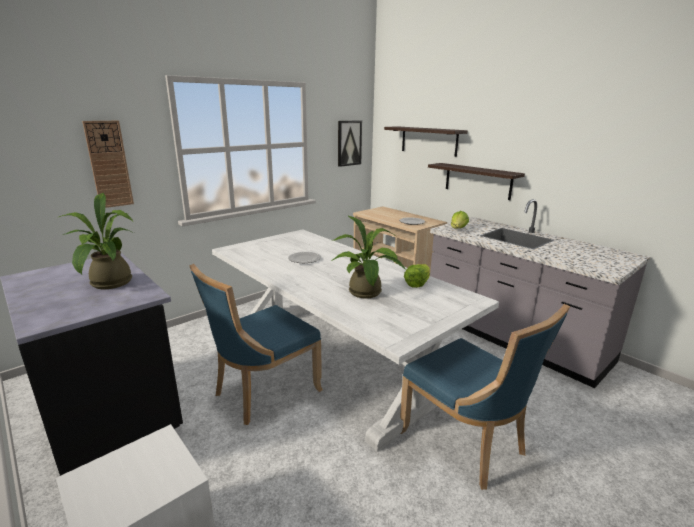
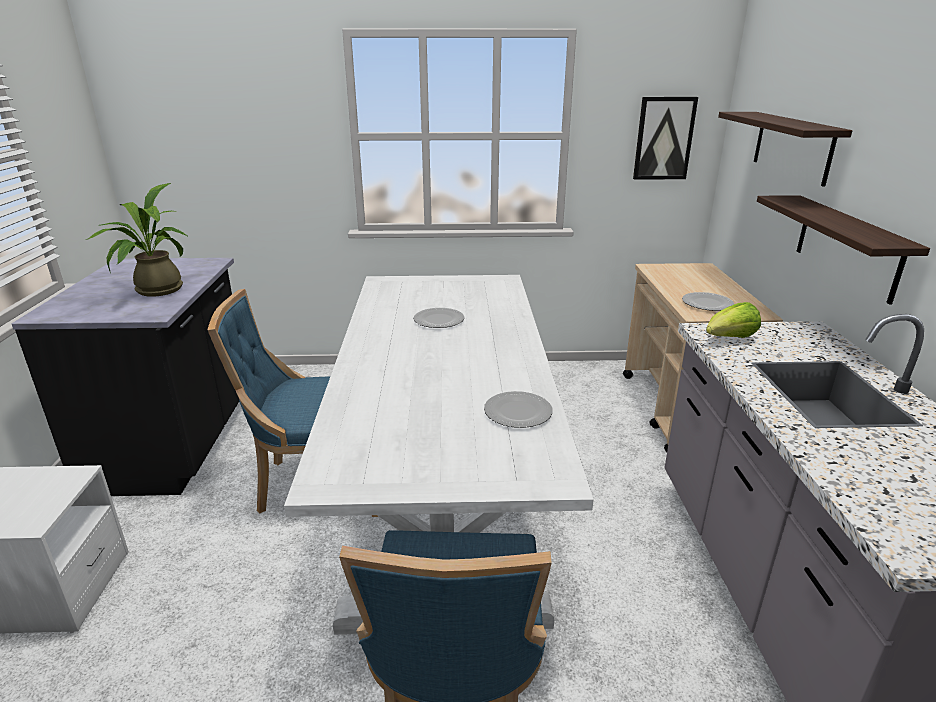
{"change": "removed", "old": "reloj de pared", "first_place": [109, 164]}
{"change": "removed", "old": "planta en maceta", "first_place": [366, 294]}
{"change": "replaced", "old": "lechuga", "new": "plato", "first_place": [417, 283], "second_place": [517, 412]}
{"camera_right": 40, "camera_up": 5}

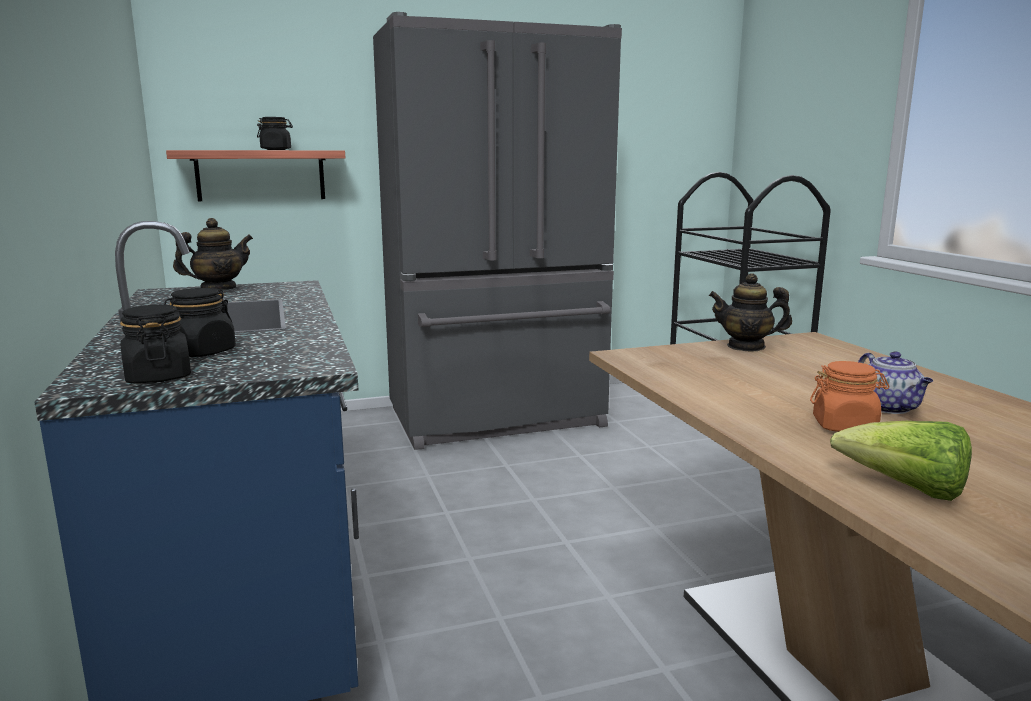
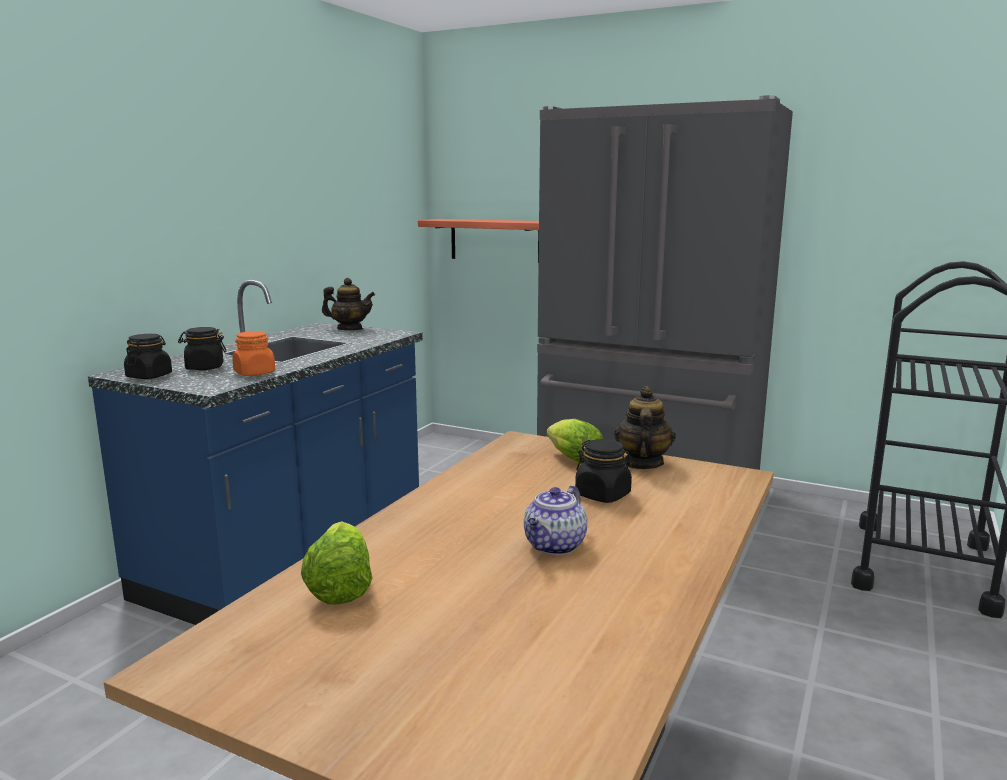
{"change": "moved", "old": "tarro/negro", "first_place": [276, 149], "second_place": [603, 495]}
{"change": "turned", "old": "tetera", "first_place": [746, 346], "second_place": [642, 463], "degrees": 45}
{"change": "moved", "old": "tarro/naranja", "first_place": [844, 426], "second_place": [255, 373]}
{"change": "added", "new": "lechuga", "second_place": [571, 459]}
{"camera_right": 45, "camera_up": 0}

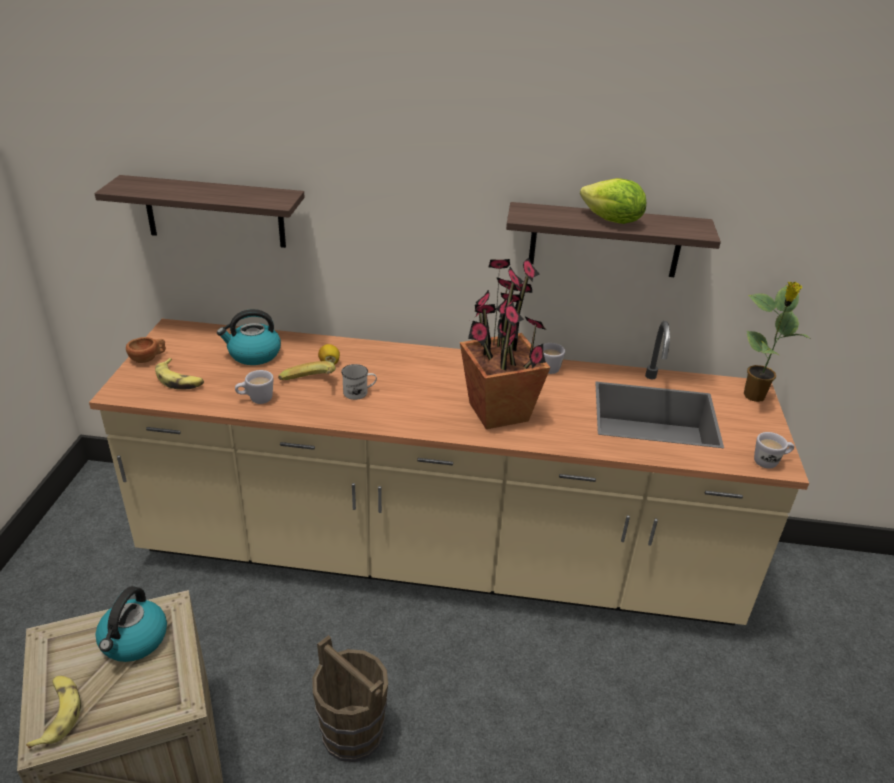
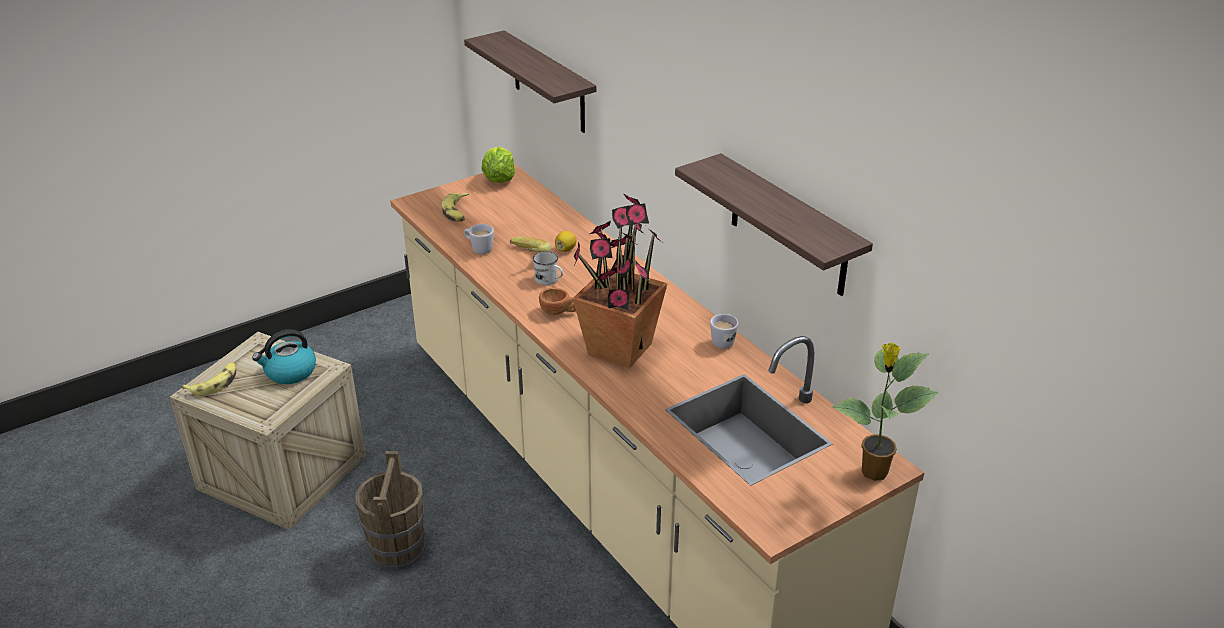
{"change": "moved", "old": "taza/marrón", "first_place": [148, 358], "second_place": [559, 312]}
{"change": "removed", "old": "hervidor", "first_place": [253, 354]}
{"change": "moved", "old": "lechuga", "first_place": [612, 221], "second_place": [499, 178]}
{"change": "removed", "old": "taza grande/blanco", "first_place": [770, 462]}
{"camera_right": 50, "camera_up": 0}

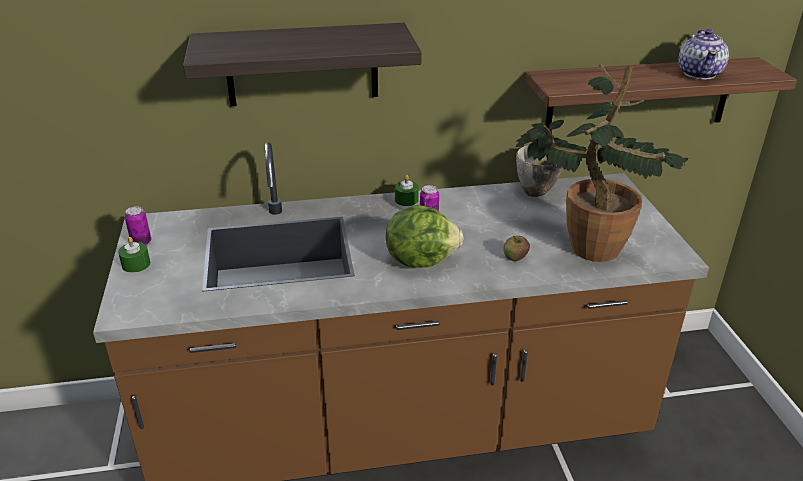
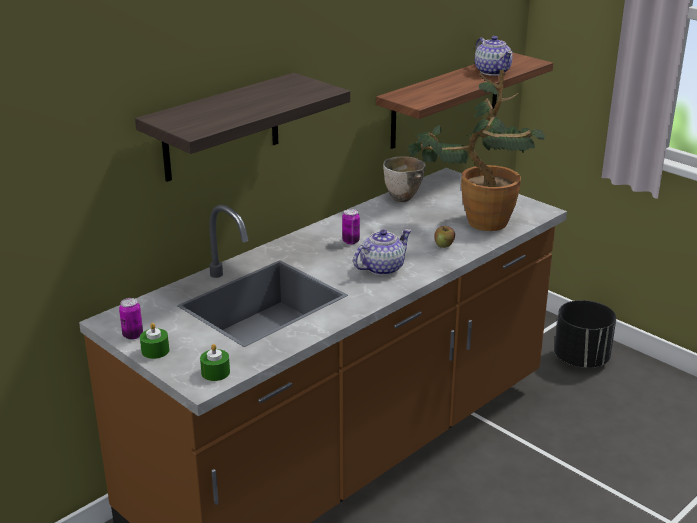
{"change": "replaced", "old": "lechuga", "new": "tetera", "first_place": [421, 260], "second_place": [381, 268]}
{"change": "moved", "old": "vela/verde", "first_place": [406, 200], "second_place": [215, 372]}
{"change": "added", "new": "maceta/negro", "second_place": [581, 359]}
{"camera_right": -35, "camera_up": -5}

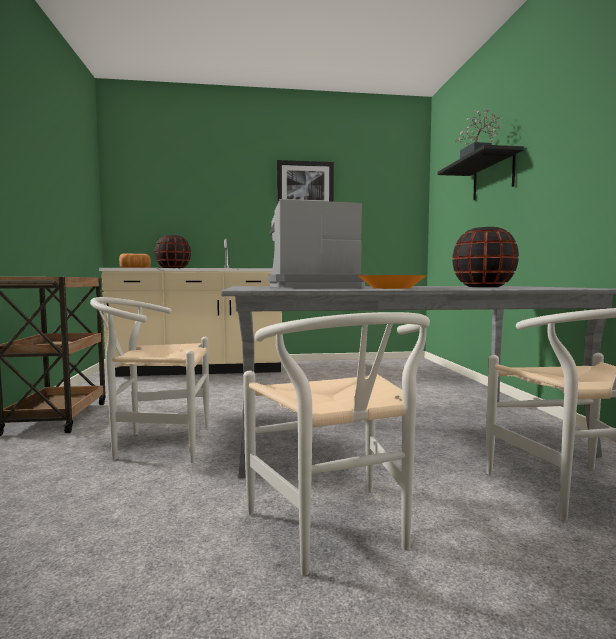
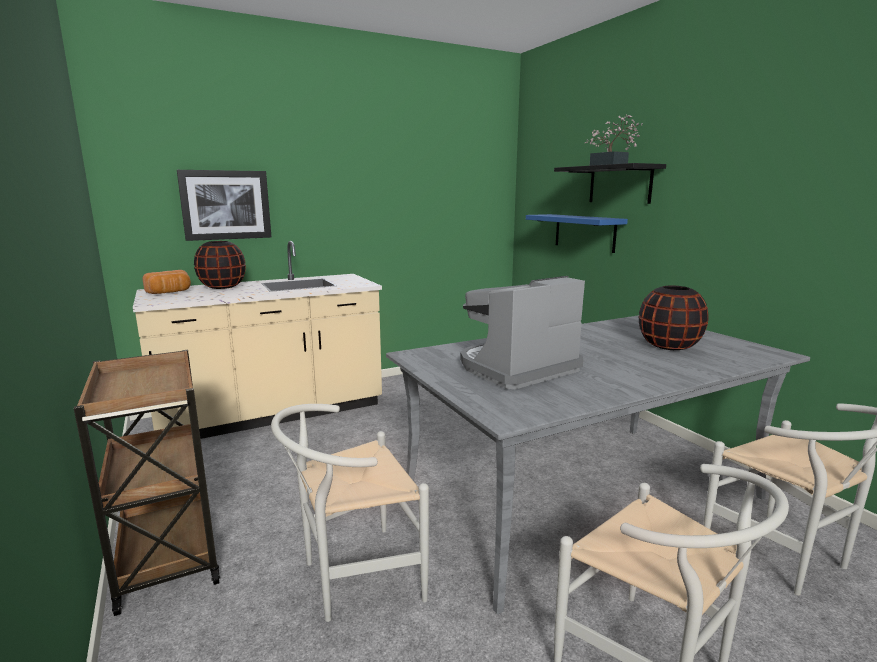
{"change": "moved", "old": "cuadro", "first_place": [305, 185], "second_place": [226, 205]}
{"change": "removed", "old": "cuenco/naranja", "first_place": [391, 288]}
{"change": "added", "new": "estante/azul", "second_place": [584, 232]}
{"camera_right": -20, "camera_up": 10}

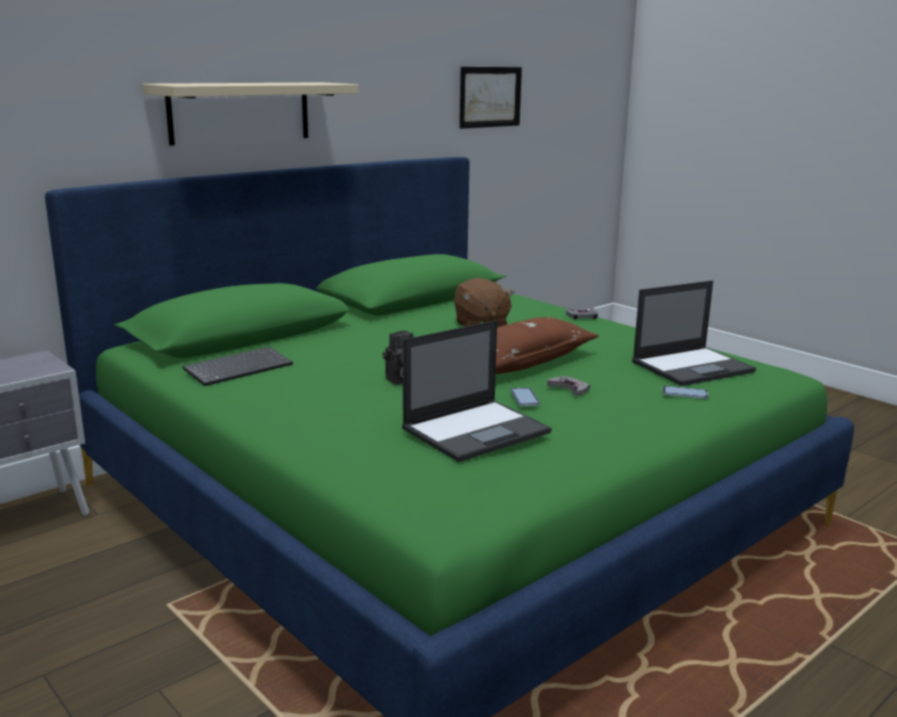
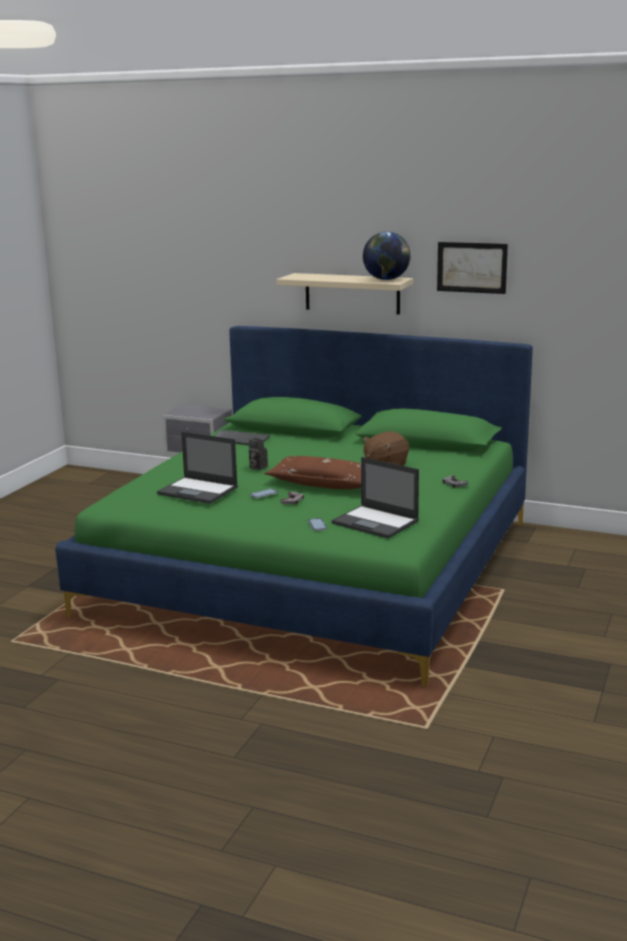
{"change": "moved", "old": "cuadro", "first_place": [490, 97], "second_place": [472, 267]}
{"change": "added", "new": "globo terráqueo", "second_place": [386, 279]}
{"camera_right": 65, "camera_up": 0}

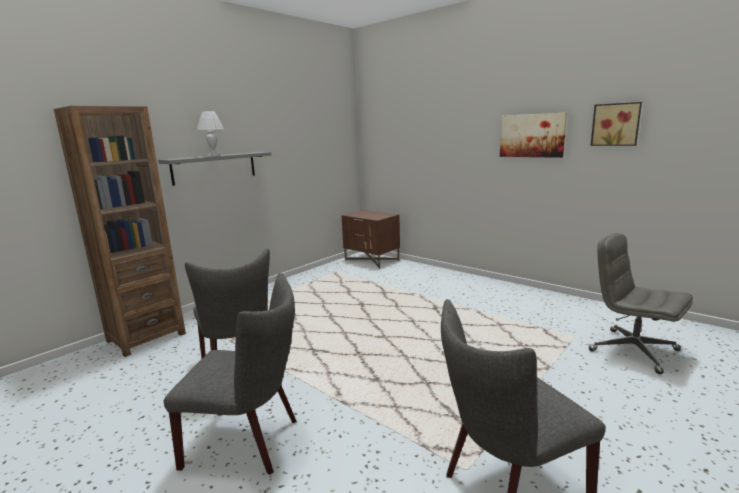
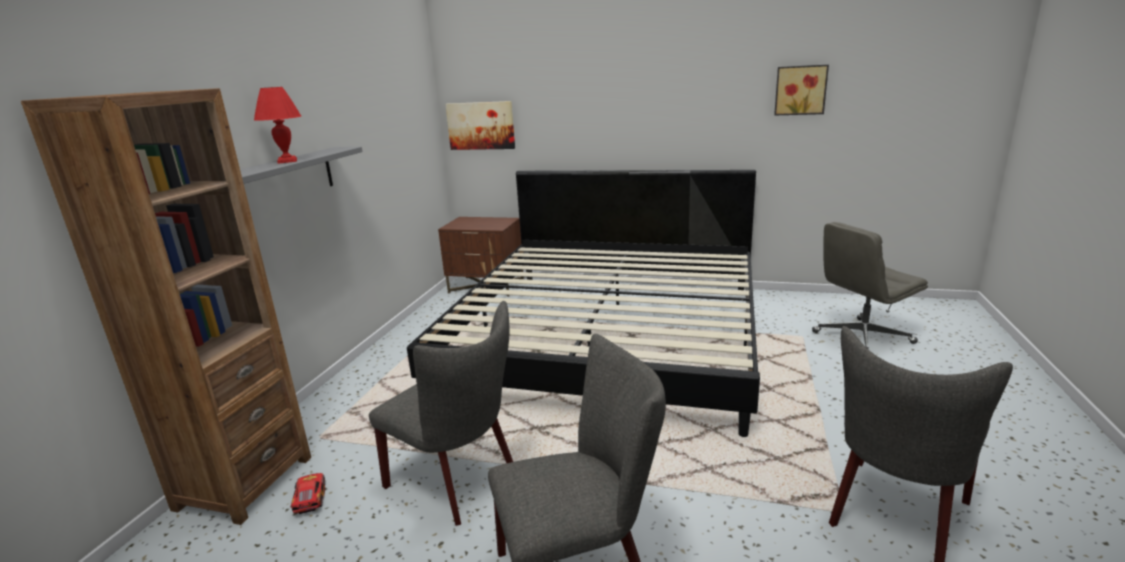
{"change": "recoloured", "old": "lámpara de mesa/blanco", "new": "lámpara de mesa/rojo", "first_place": [214, 155], "second_place": [288, 161]}
{"change": "moved", "old": "cuadro", "first_place": [532, 135], "second_place": [481, 125]}
{"change": "turned", "old": "silla de oficina/gris", "first_place": [632, 350], "second_place": [862, 338], "degrees": -45}
{"change": "added", "new": "coche de juguete", "second_place": [309, 498]}
{"change": "added", "new": "cama", "second_place": [608, 337]}
{"camera_right": -25, "camera_up": 5}

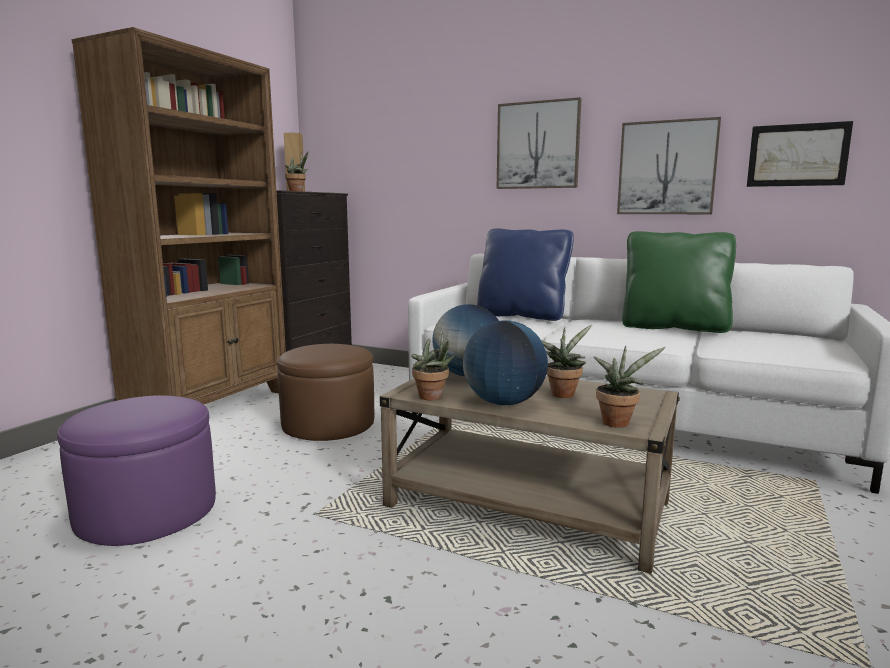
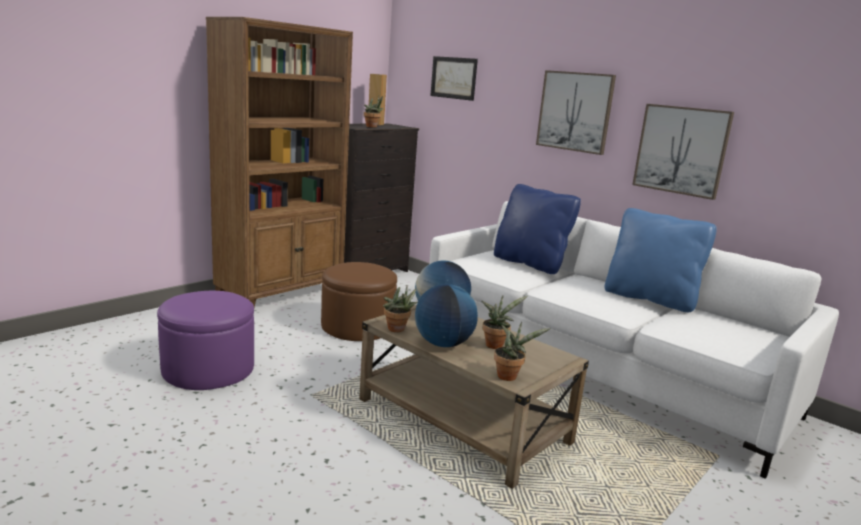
{"change": "recoloured", "old": "cojín/verde", "new": "cojín/azul", "first_place": [673, 327], "second_place": [650, 299]}
{"change": "moved", "old": "cuadro", "first_place": [797, 155], "second_place": [453, 78]}
{"camera_right": 15, "camera_up": 5}

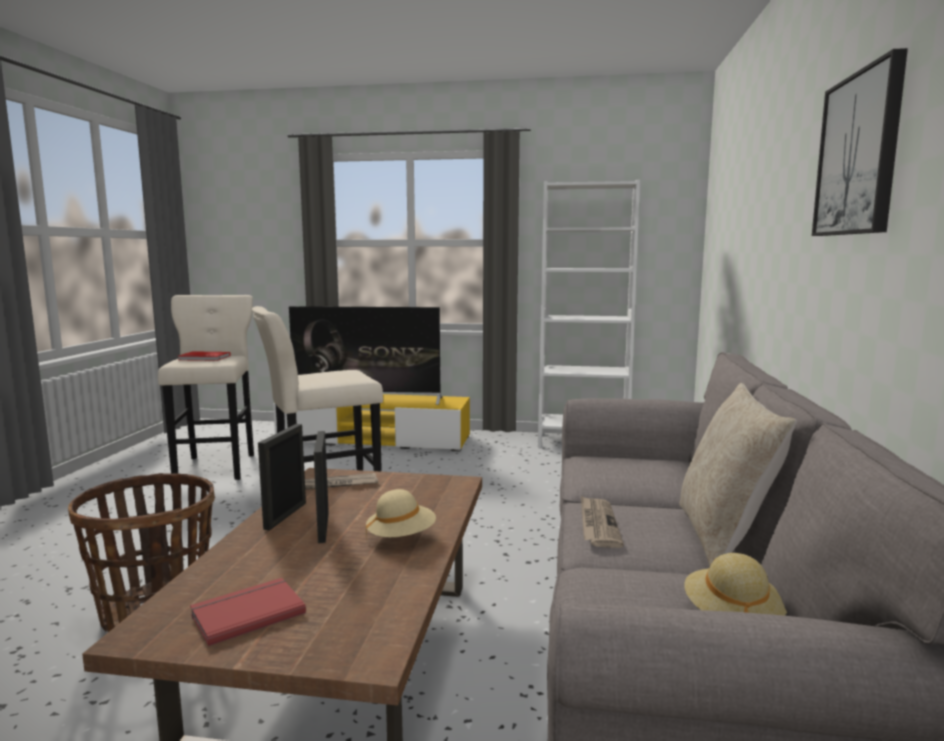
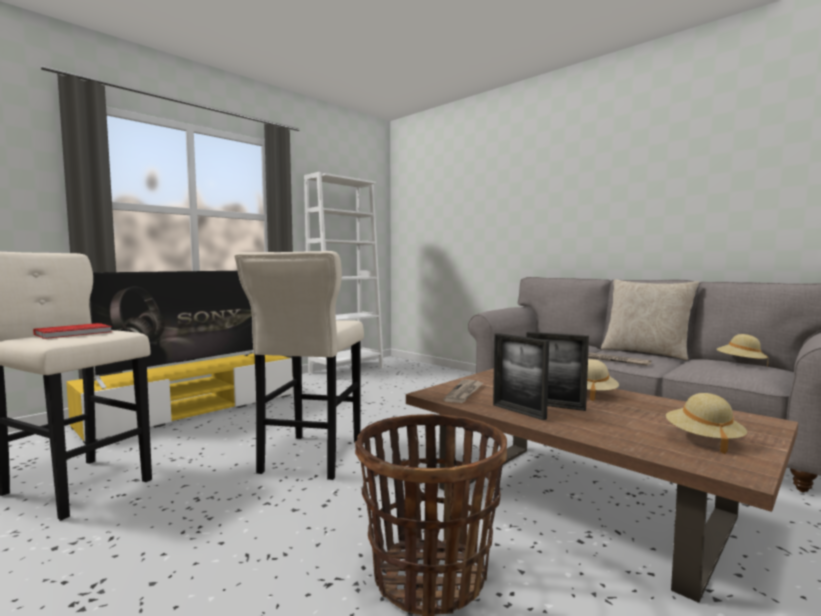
{"change": "replaced", "old": "libro/rojo", "new": "sombrero/beis", "first_place": [246, 613], "second_place": [703, 440]}
{"change": "removed", "old": "cuadro", "first_place": [859, 155]}
{"camera_right": -55, "camera_up": -5}

